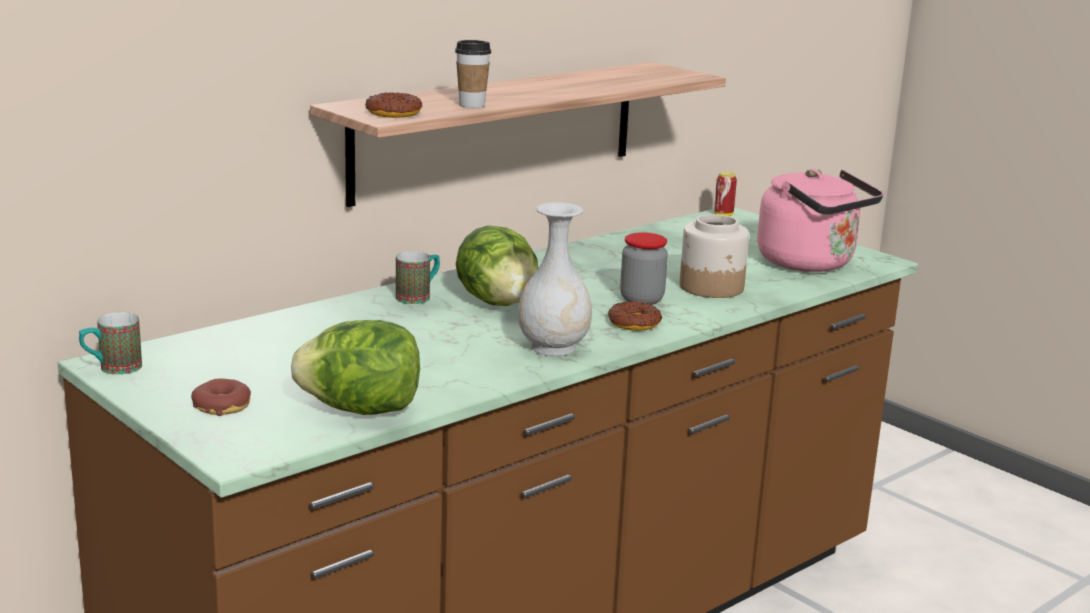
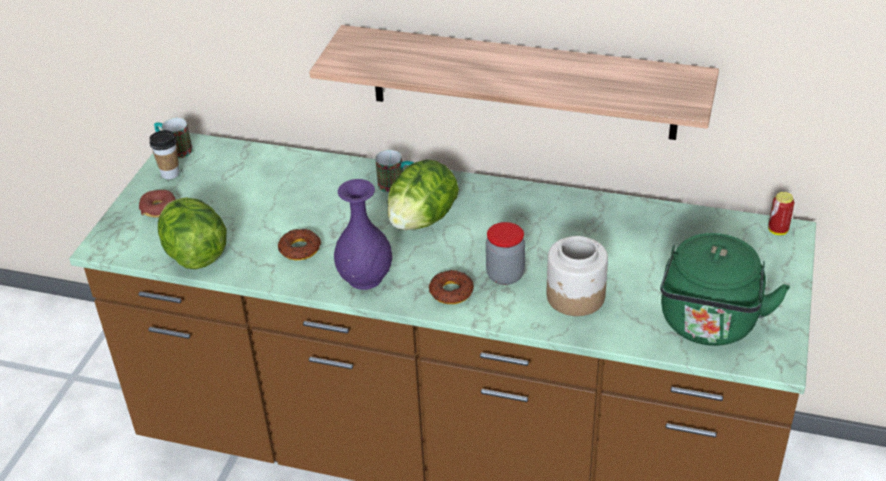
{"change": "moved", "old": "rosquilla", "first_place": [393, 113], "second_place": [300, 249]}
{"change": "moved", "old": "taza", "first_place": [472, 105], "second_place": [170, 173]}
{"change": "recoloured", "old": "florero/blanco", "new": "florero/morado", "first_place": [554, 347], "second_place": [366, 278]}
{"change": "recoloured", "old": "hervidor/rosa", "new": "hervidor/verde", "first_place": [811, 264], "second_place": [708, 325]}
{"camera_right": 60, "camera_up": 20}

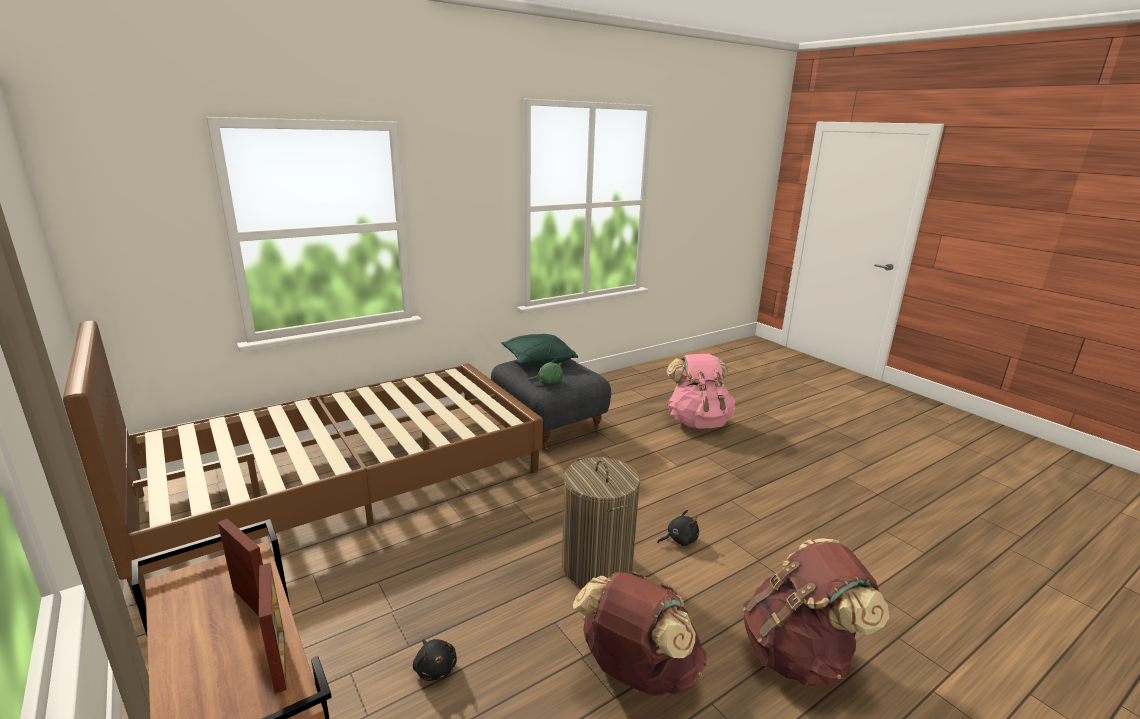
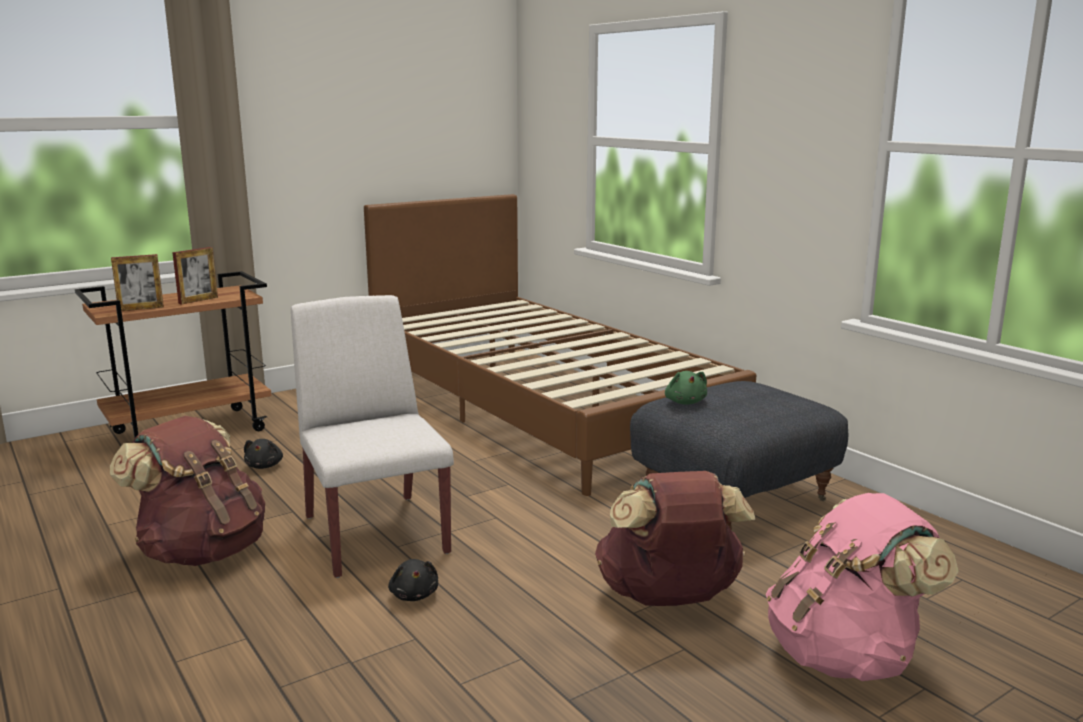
{"change": "turned", "old": "peluche/negro", "first_place": [435, 668], "second_place": [265, 466], "degrees": -60}
{"change": "removed", "old": "cojín/verde", "first_place": [538, 360]}
{"change": "replaced", "old": "cesto de la ropa", "new": "silla/blanco", "first_place": [596, 565], "second_place": [375, 533]}
{"change": "moved", "old": "mochila/marrón", "first_place": [798, 654], "second_place": [669, 598]}
{"camera_right": 90, "camera_up": -5}

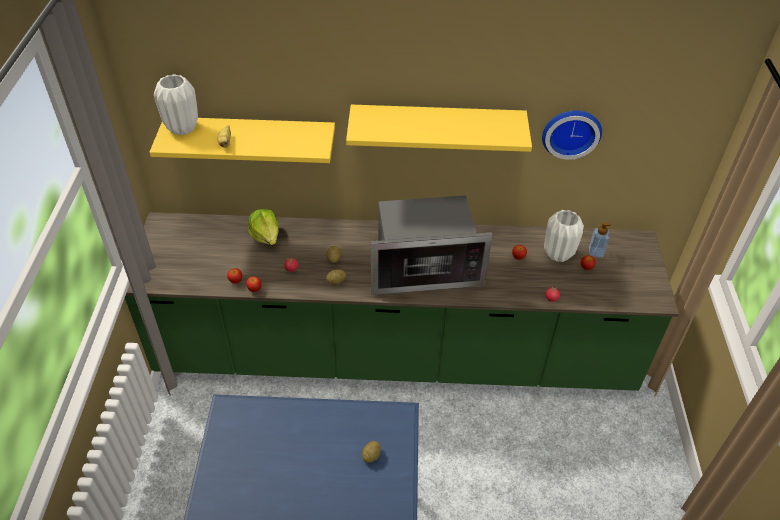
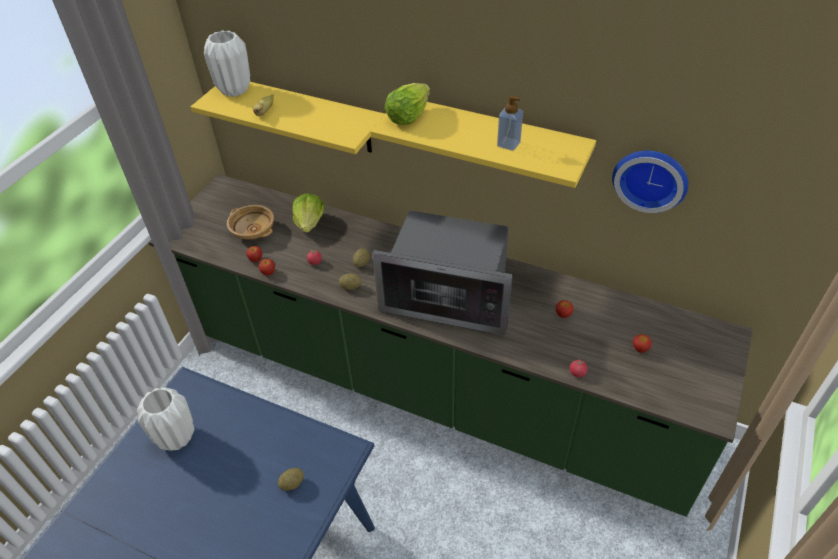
{"change": "moved", "old": "florero/blanco", "first_place": [557, 254], "second_place": [176, 438]}
{"change": "moved", "old": "dispensador de jabón", "first_place": [596, 252], "second_place": [508, 144]}
{"change": "added", "new": "cuenco/beis", "second_place": [252, 231]}
{"change": "added", "new": "lechuga", "second_place": [408, 117]}
{"camera_right": 25, "camera_up": 0}

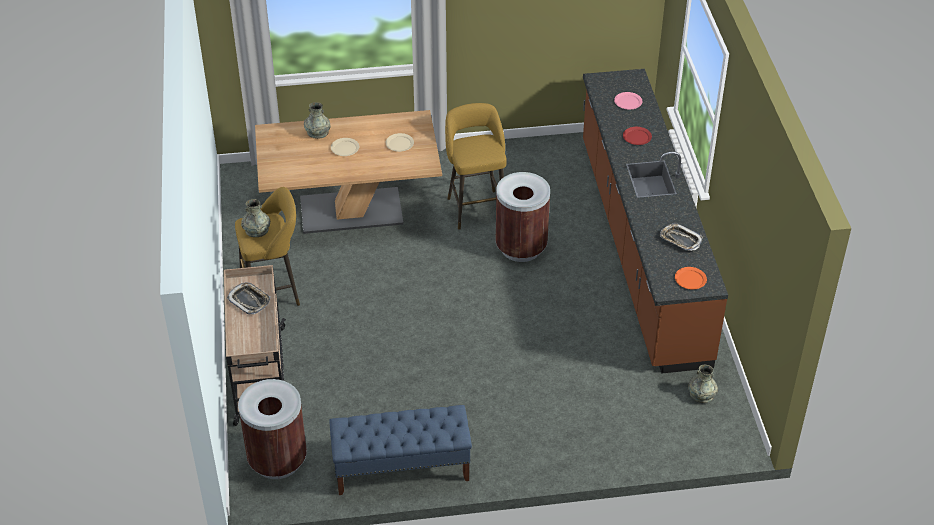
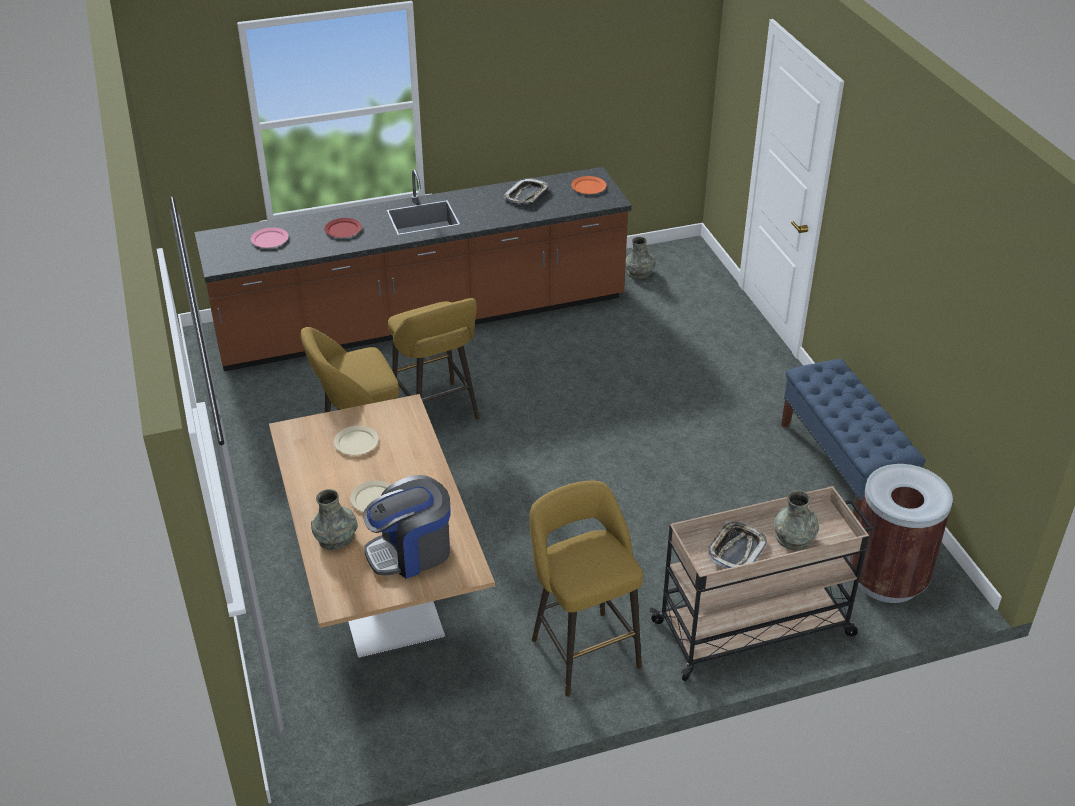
{"change": "moved", "old": "florero/gris", "first_place": [257, 230], "second_place": [794, 537]}
{"change": "replaced", "old": "papelera/marrón", "new": "taburete/amarillo", "first_place": [520, 247], "second_place": [437, 413]}
{"change": "added", "new": "cafetera", "second_place": [411, 552]}
{"camera_right": -100, "camera_up": -5}

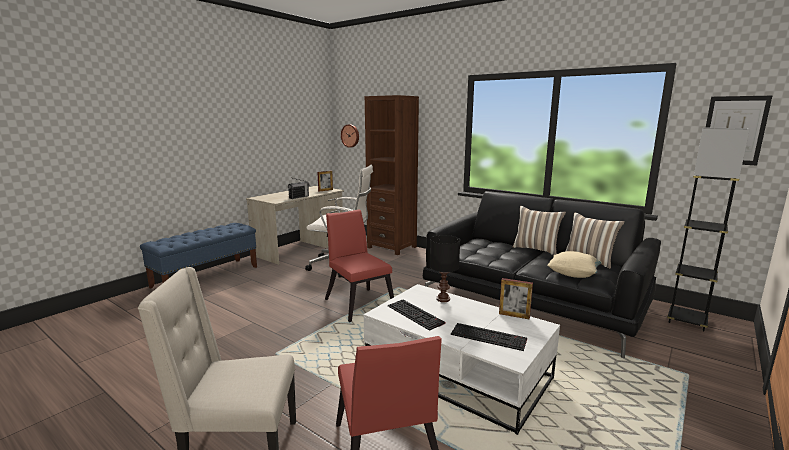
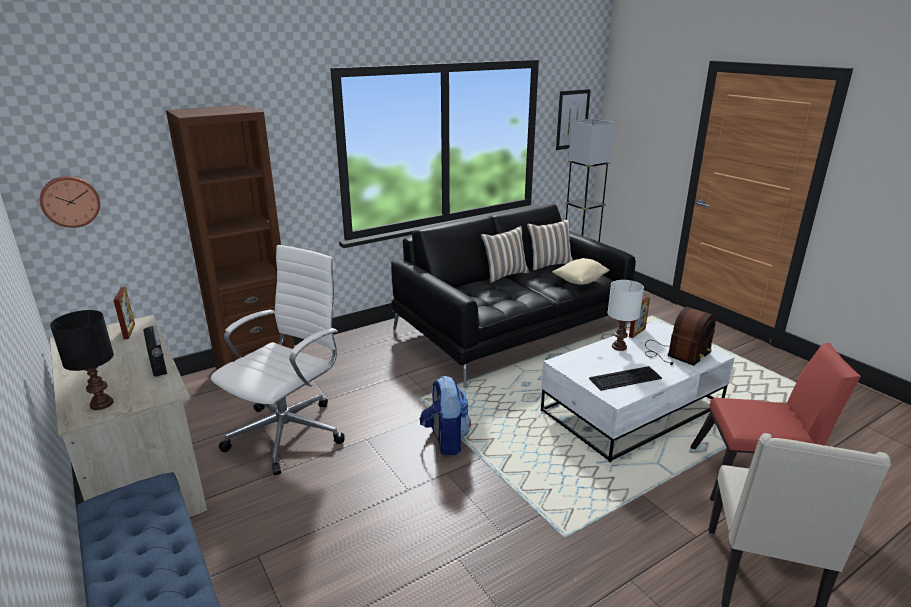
{"change": "replaced", "old": "silla/rojo", "new": "mochila", "first_place": [358, 302], "second_place": [445, 440]}
{"change": "moved", "old": "lámpara de mesa/negro", "first_place": [443, 299], "second_place": [101, 404]}
{"change": "replaced", "old": "teclado", "new": "radio", "first_place": [489, 336], "second_place": [676, 354]}
{"change": "added", "new": "lámpara de mesa/blanco", "second_place": [618, 346]}
{"camera_right": -70, "camera_up": 10}

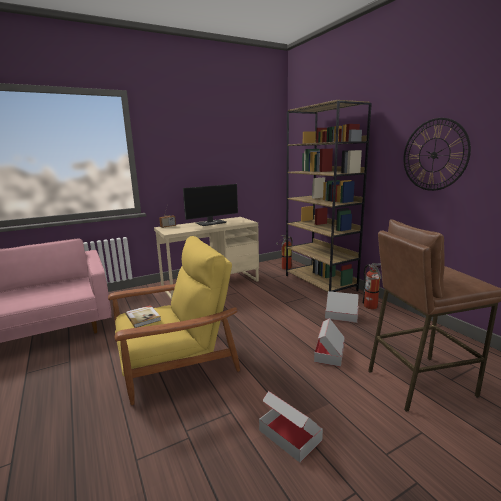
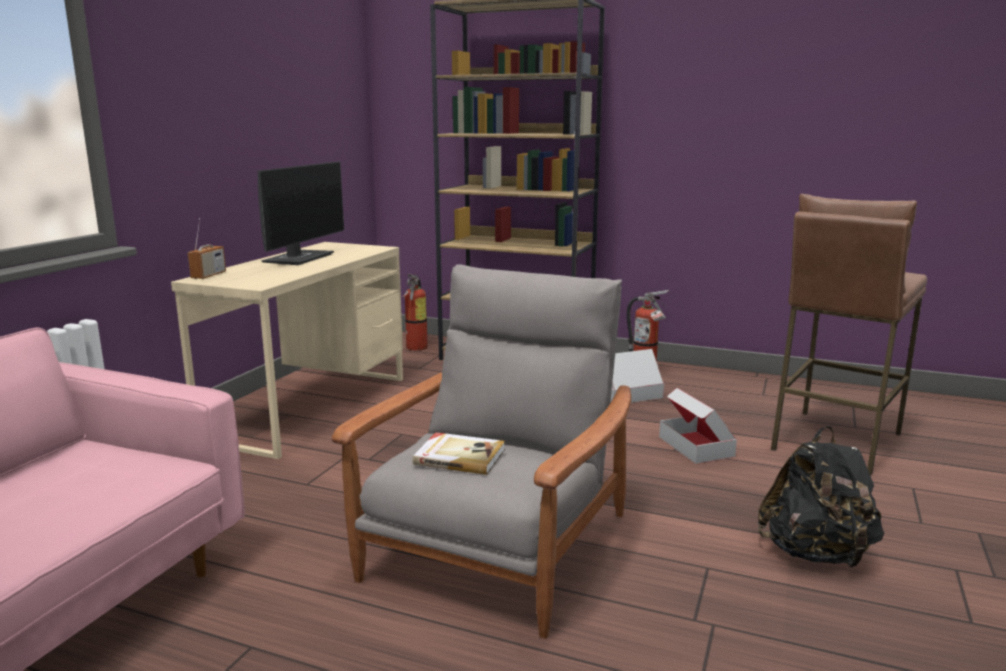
{"change": "recoloured", "old": "sillón/amarillo", "new": "sillón/gris", "first_place": [175, 362], "second_place": [497, 548]}
{"change": "replaced", "old": "caja de cartón", "new": "mochila/negro", "first_place": [290, 435], "second_place": [816, 554]}
{"change": "removed", "old": "reloj de pared", "first_place": [434, 155]}
{"camera_right": -40, "camera_up": 0}

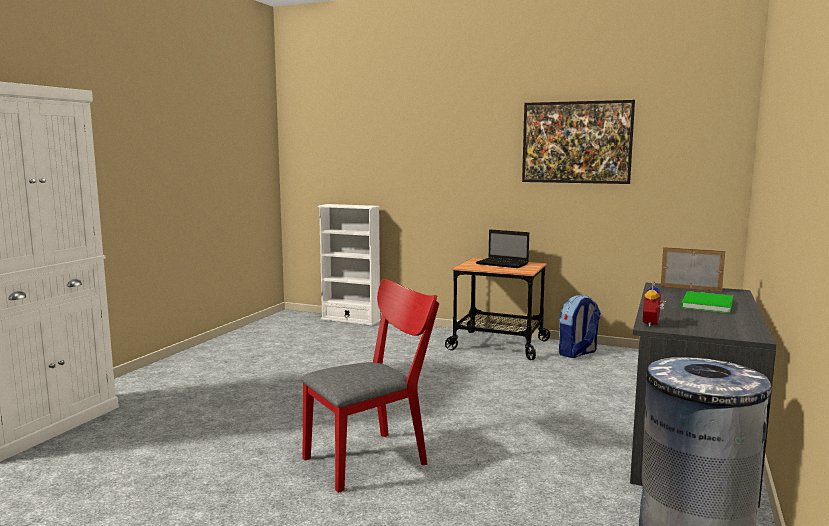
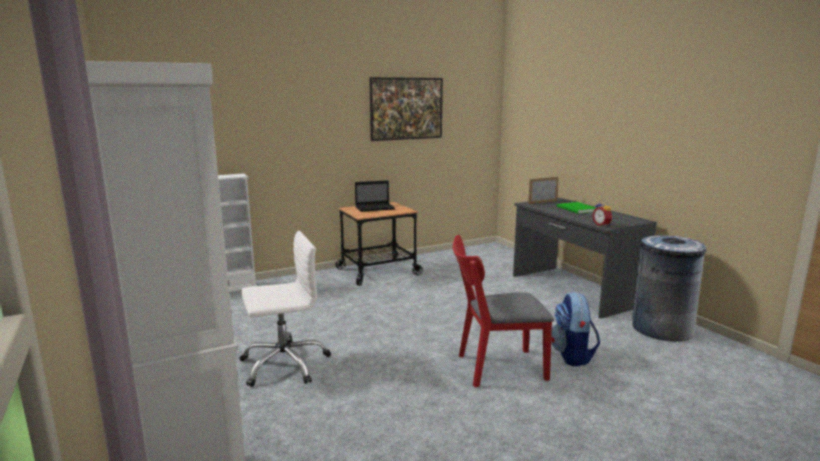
{"change": "turned", "old": "silla/rojo", "first_place": [373, 458], "second_place": [494, 368], "degrees": -105}
{"change": "moved", "old": "mochila", "first_place": [577, 353], "second_place": [572, 355]}
{"change": "added", "new": "silla de oficina/blanco", "second_place": [284, 364]}
{"camera_right": -50, "camera_up": 5}

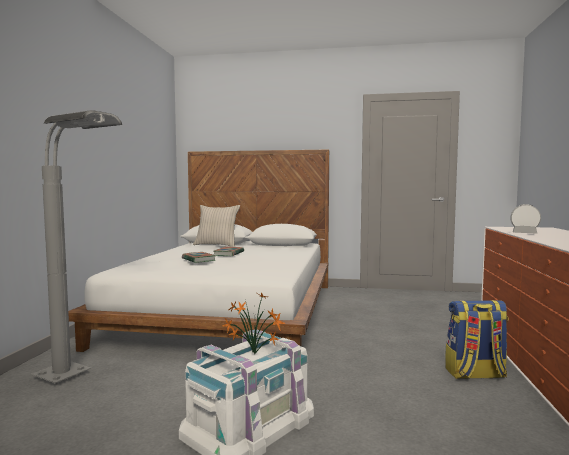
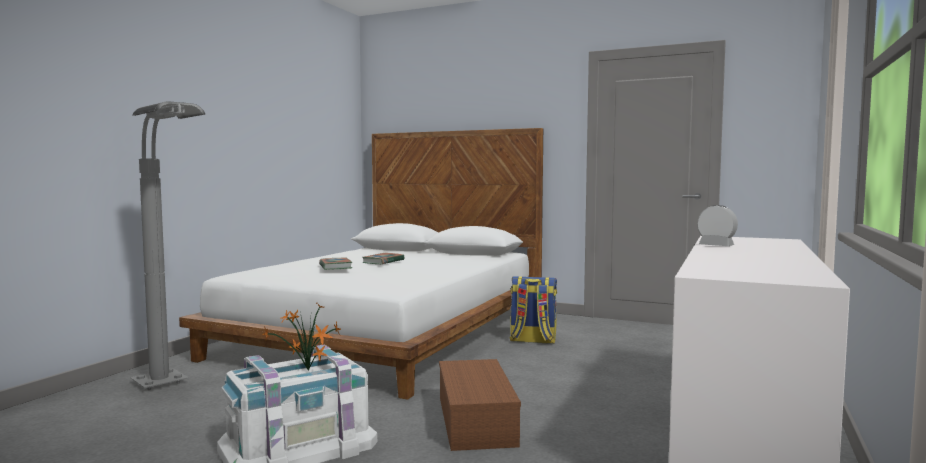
{"change": "removed", "old": "cojín/beis", "first_place": [216, 245]}
{"change": "moved", "old": "mochila", "first_place": [475, 374], "second_place": [532, 340]}
{"change": "added", "new": "caja de almacenaje/marrón", "second_place": [477, 421]}
{"camera_right": 15, "camera_up": 0}

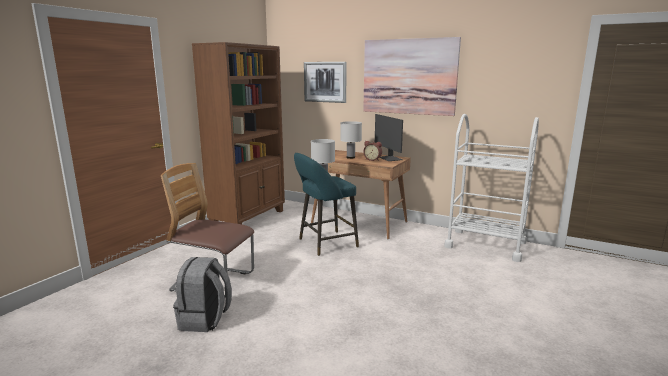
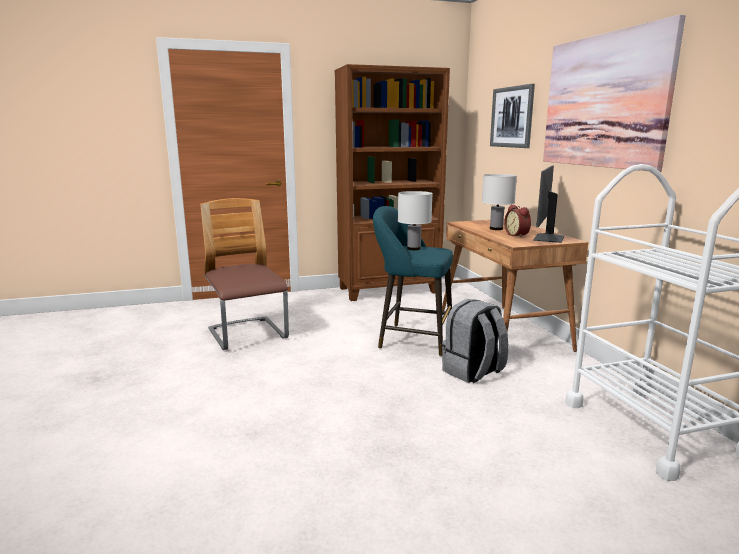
{"change": "moved", "old": "mochila/gris", "first_place": [205, 320], "second_place": [473, 372]}
{"camera_right": 45, "camera_up": 0}

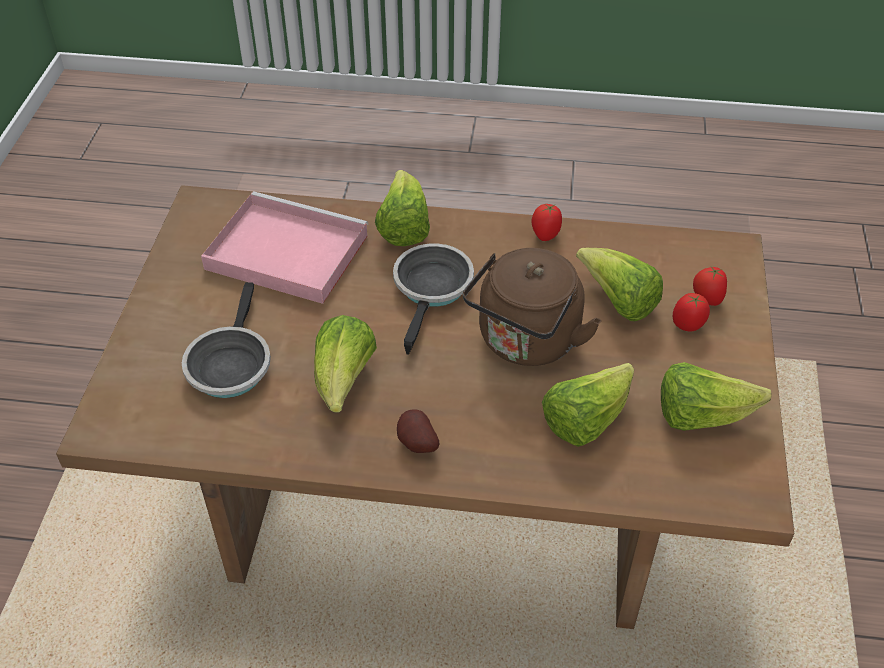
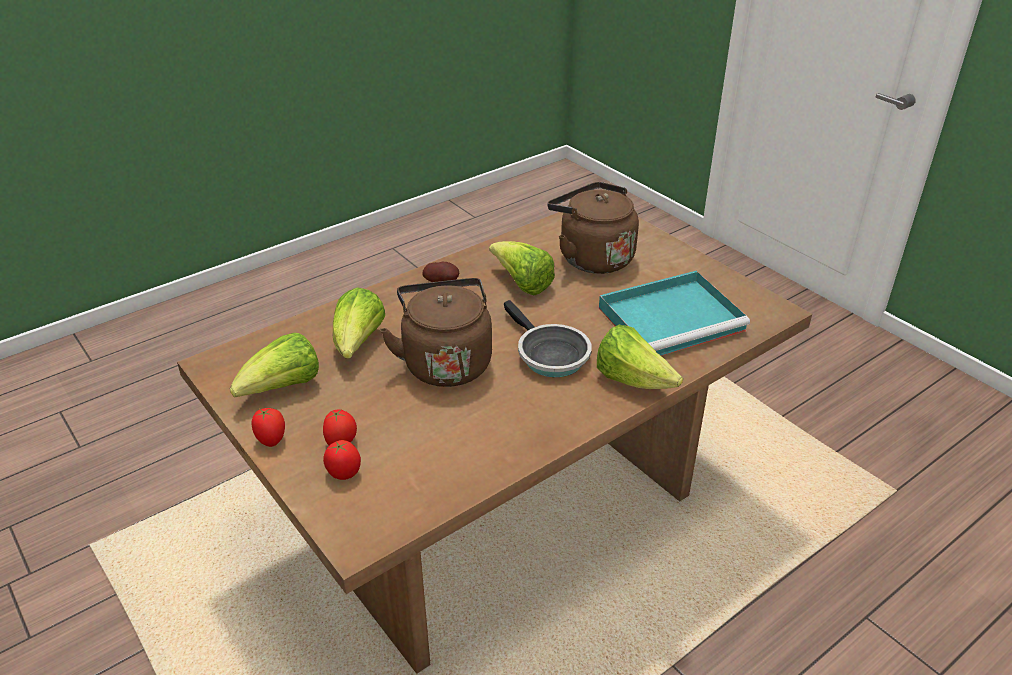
{"change": "replaced", "old": "sartén", "new": "hervidor/marrón", "first_place": [230, 364], "second_place": [592, 257]}
{"change": "recoloured", "old": "bandeja/rosa", "new": "bandeja/turquesa", "first_place": [284, 252], "second_place": [673, 318]}
{"change": "moved", "old": "tomate", "first_place": [545, 235], "second_place": [271, 440]}
{"change": "removed", "old": "lechuga", "first_place": [618, 301]}
{"camera_right": 135, "camera_up": -10}

